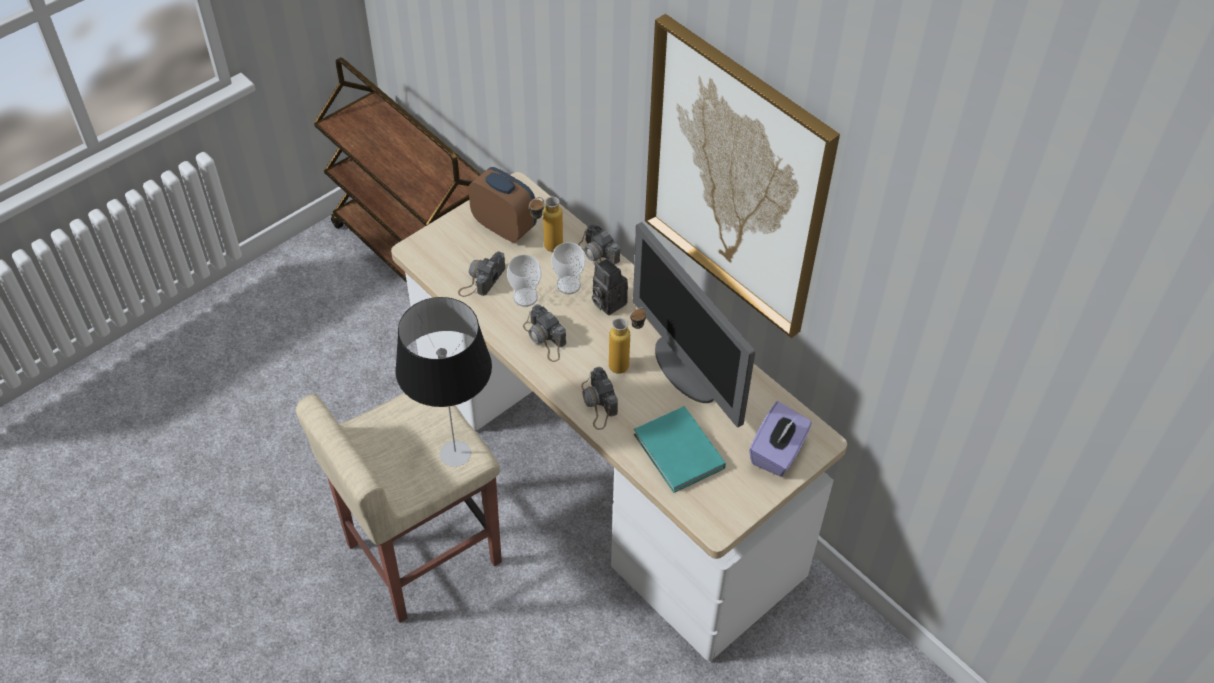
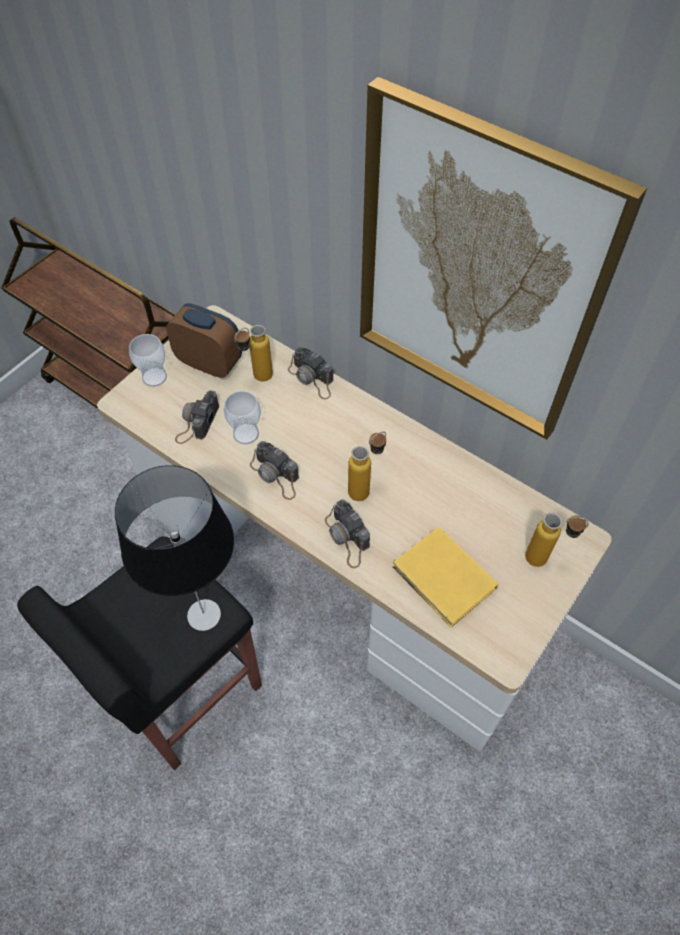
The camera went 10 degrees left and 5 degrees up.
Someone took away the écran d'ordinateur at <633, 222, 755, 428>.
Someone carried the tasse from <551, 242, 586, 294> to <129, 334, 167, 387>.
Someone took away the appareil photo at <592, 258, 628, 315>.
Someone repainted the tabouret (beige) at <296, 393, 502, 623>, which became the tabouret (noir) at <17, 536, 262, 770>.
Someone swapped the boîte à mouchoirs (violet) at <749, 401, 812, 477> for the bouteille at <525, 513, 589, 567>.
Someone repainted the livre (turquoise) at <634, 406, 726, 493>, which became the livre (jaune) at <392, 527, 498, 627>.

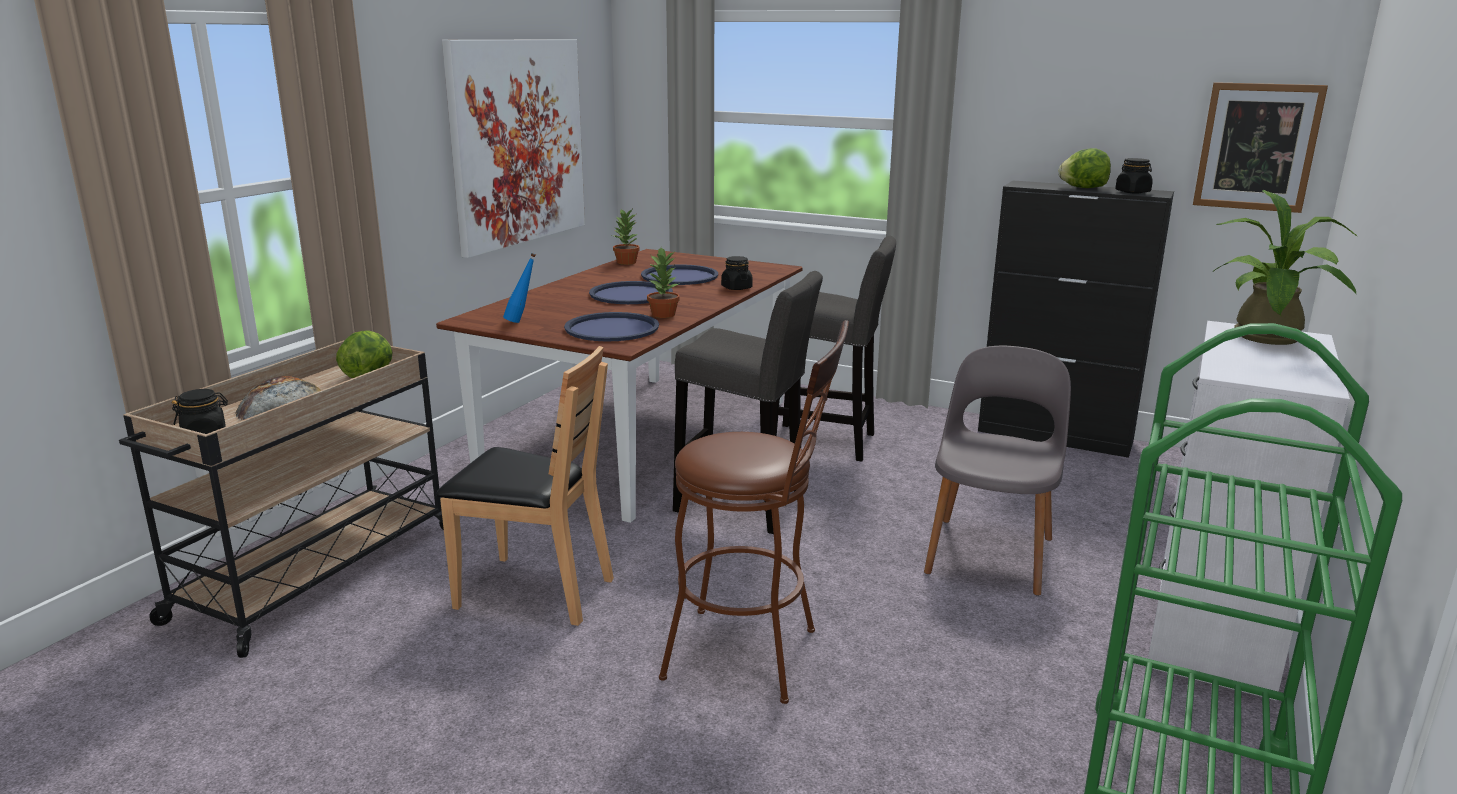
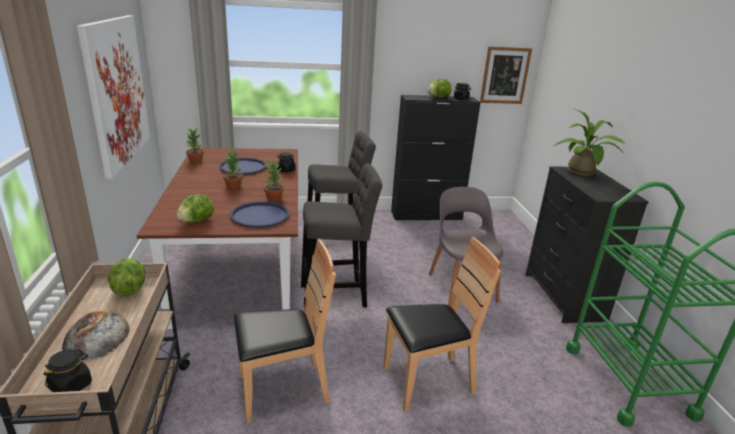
The camera went 35 degrees left and 5 degrees up.
Someone swapped the bouteille (bleu) at <503, 253, 536, 323> for the laitue at <177, 194, 214, 223>.
Someone swapped the plateau (bleu) at <589, 281, 673, 304> for the plante en pot at <223, 148, 243, 189>.
Someone swapped the tabouret (marron) at <659, 320, 849, 704> for the chaise (marron) at <383, 237, 501, 412>.
Someone repainted the commode (blanc) at <1148, 321, 1350, 700>, which became the commode (noir) at <526, 167, 649, 323>.

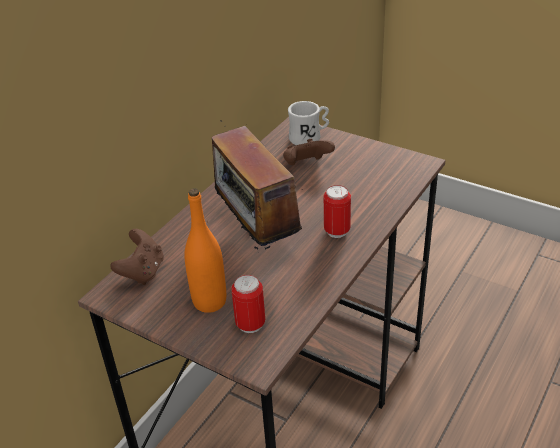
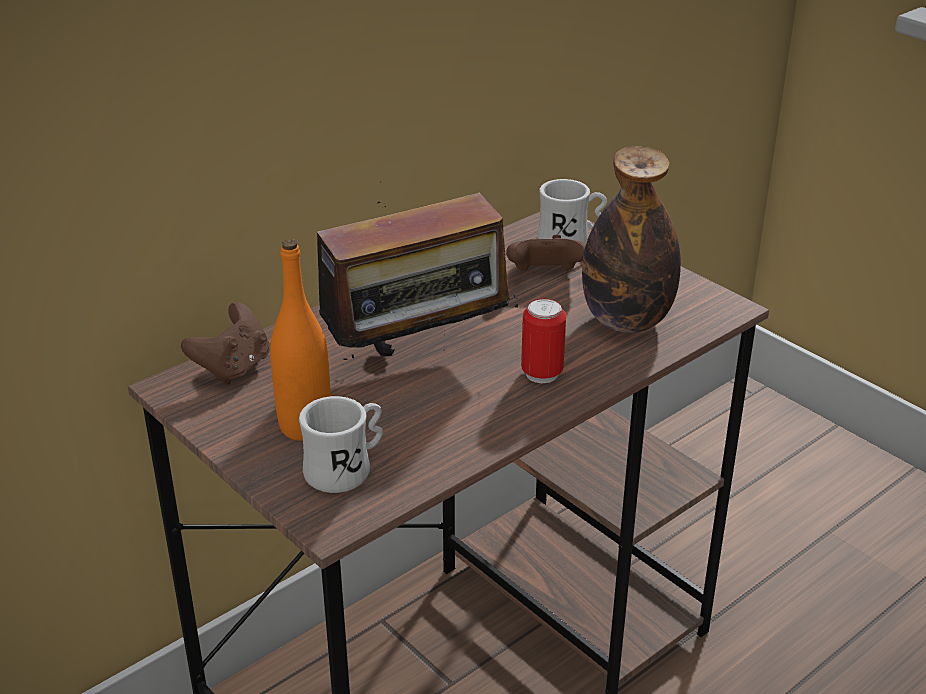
The camera went 15 degrees right and 5 degrees down.
Someone rotated the radio at <206, 120, 302, 250> by 105 degrees counterclockwise.
Someone swapped the boîte métallique at <231, 275, 265, 333> for the mug (blanc) at <299, 396, 383, 493>.
Someone put down the bouteille at <582, 146, 681, 333>.

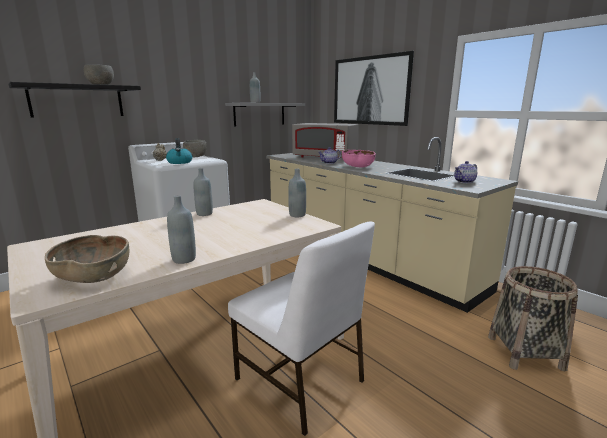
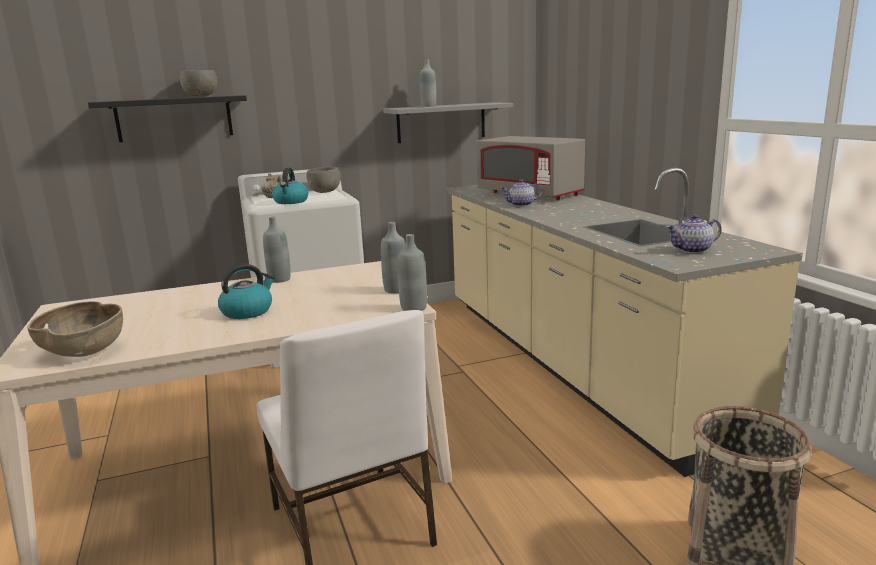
The camera went 20 degrees right and 0 degrees up.
Someone took away the tableau at <334, 51, 414, 126>.
Someone took away the bol (rose) at <342, 150, 375, 167>.
Someone carried the bouteille (gris) from <167, 195, 196, 264> to <398, 234, 427, 311>.
Someone put down the bouilloire at <218, 264, 275, 319>.

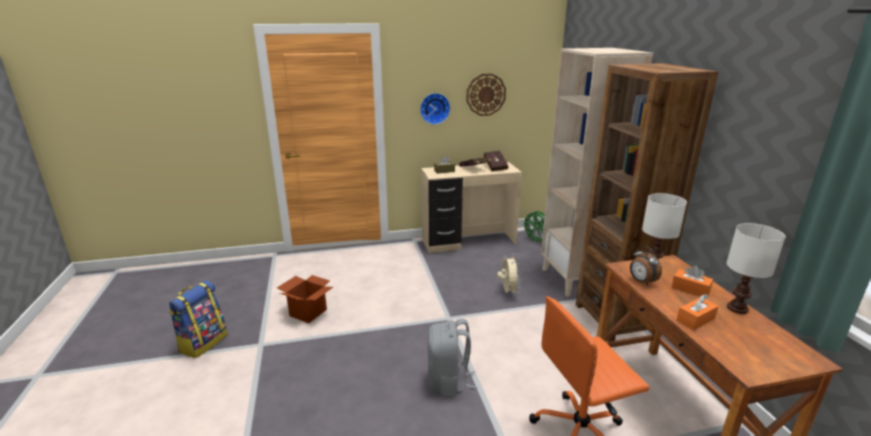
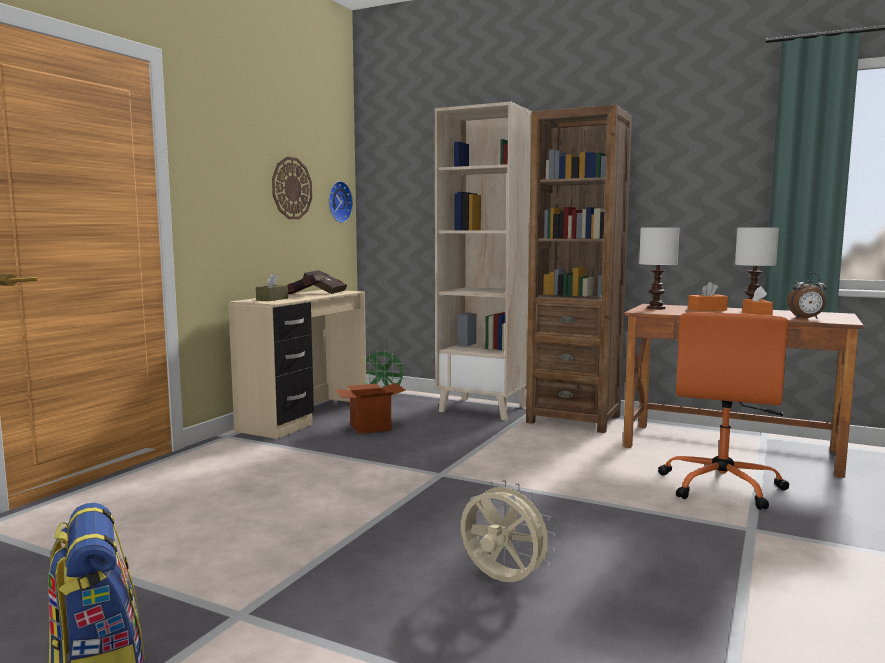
The camera went 50 degrees left and 15 degrees down.
Someone carried the horloge murale from <420, 93, 450, 125> to <329, 181, 353, 223>.
Someone carried the réveil from <630, 246, 662, 286> to <787, 273, 827, 319>.
Someone carried the ventilateur (beige) from <497, 255, 521, 296> to <461, 480, 556, 582>.
Someone carried the carton from <277, 275, 333, 323> to <334, 383, 406, 434>.
Someone took away the sac à dos (gris) at <428, 319, 477, 397>.

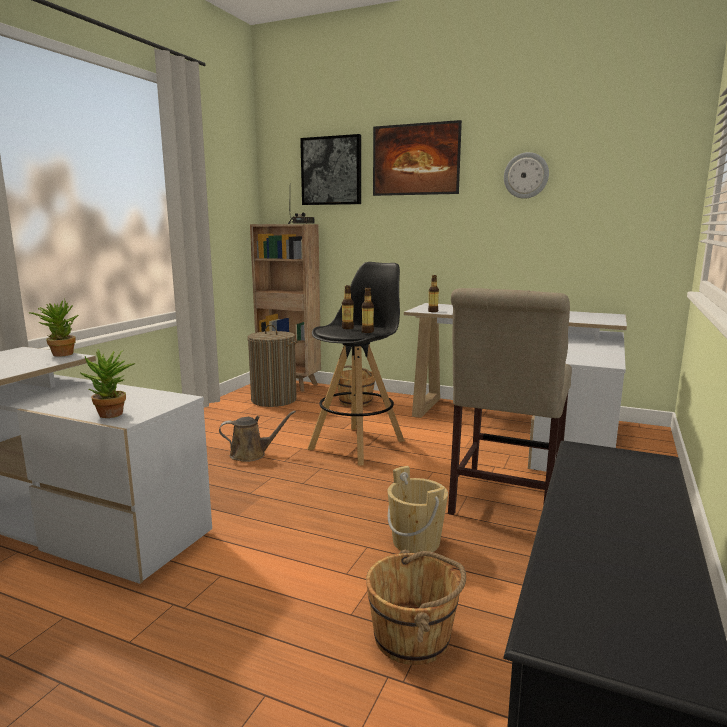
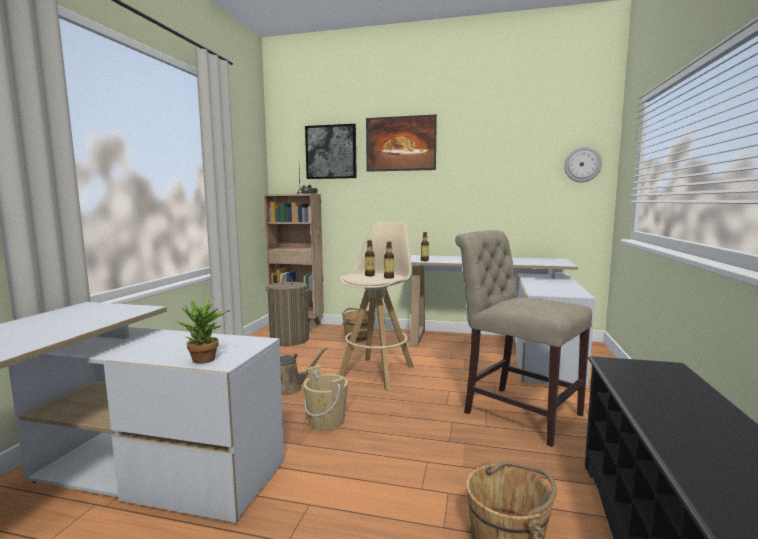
The camera went 10 degrees left and 5 degrees down.
Someone carried the horloge murale from <504, 152, 549, 199> to <564, 147, 602, 183>.
Someone repainted the tabouret (noir) at <308, 262, 404, 466>, which became the tabouret (beige) at <338, 222, 414, 391>.
Someone rotated the chaise (beige) at <448, 288, 572, 515> by 120 degrees clockwise.
Someone took away the plante en pot at <28, 299, 78, 356>.
Someone carried the seau (beige) from <387, 466, 448, 553> to <303, 365, 348, 431>.

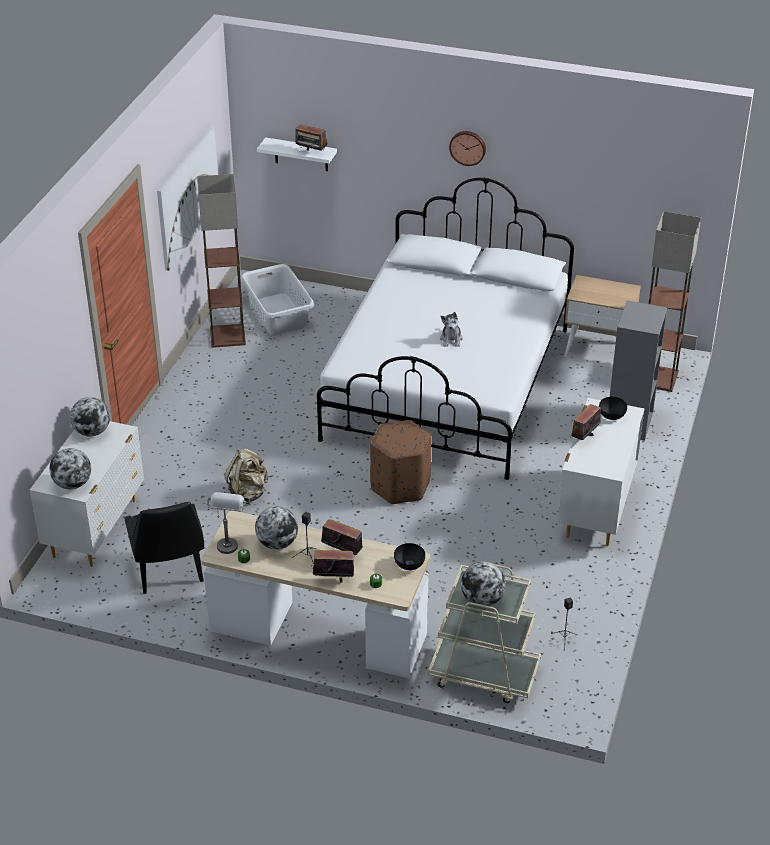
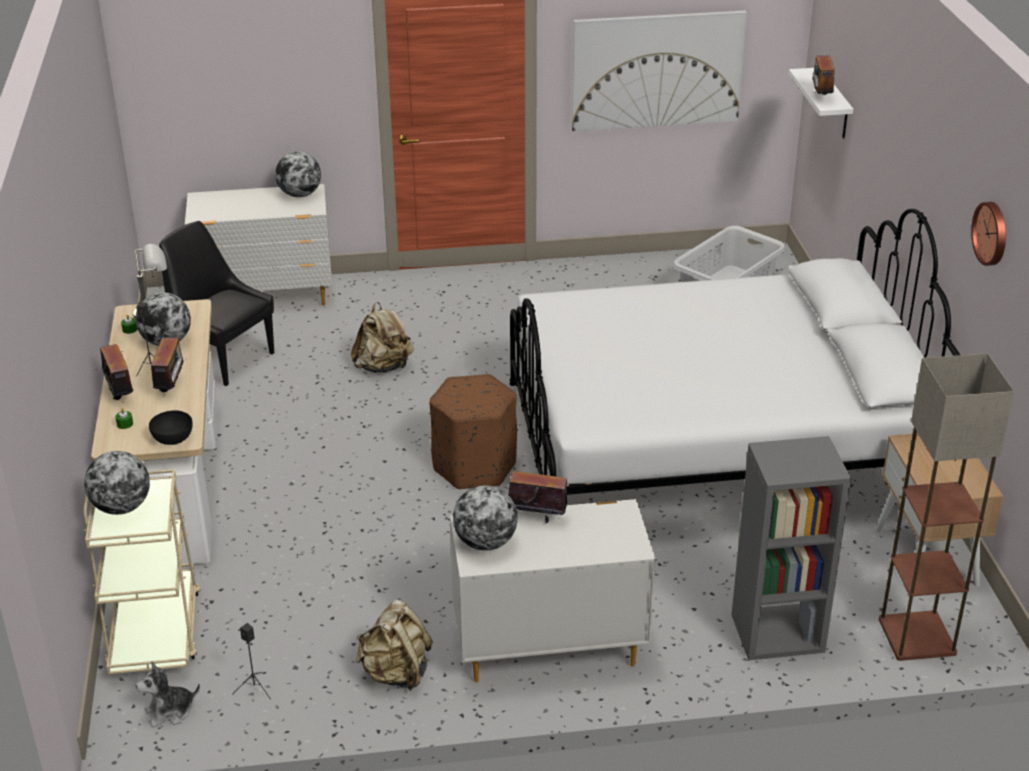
The camera went 65 degrees right and 5 degrees down.
Someone carried the horloge murale from <449, 131, 486, 166> to <971, 202, 1006, 266>.
Someone took away the lampadaire at <197, 174, 246, 348>.
Someone carried the peluche from <440, 312, 463, 347> to <136, 661, 200, 728>.
Someone took away the bol (noir) at <599, 397, 627, 420>.
Someone carried the globe from <49, 448, 91, 489> to <453, 485, 518, 551>.
Someone rotated the chaise (noir) at <124, 502, 204, 594> by 75 degrees clockwise.
Someone put down the sac à dos (beige) at <356, 600, 433, 691>.

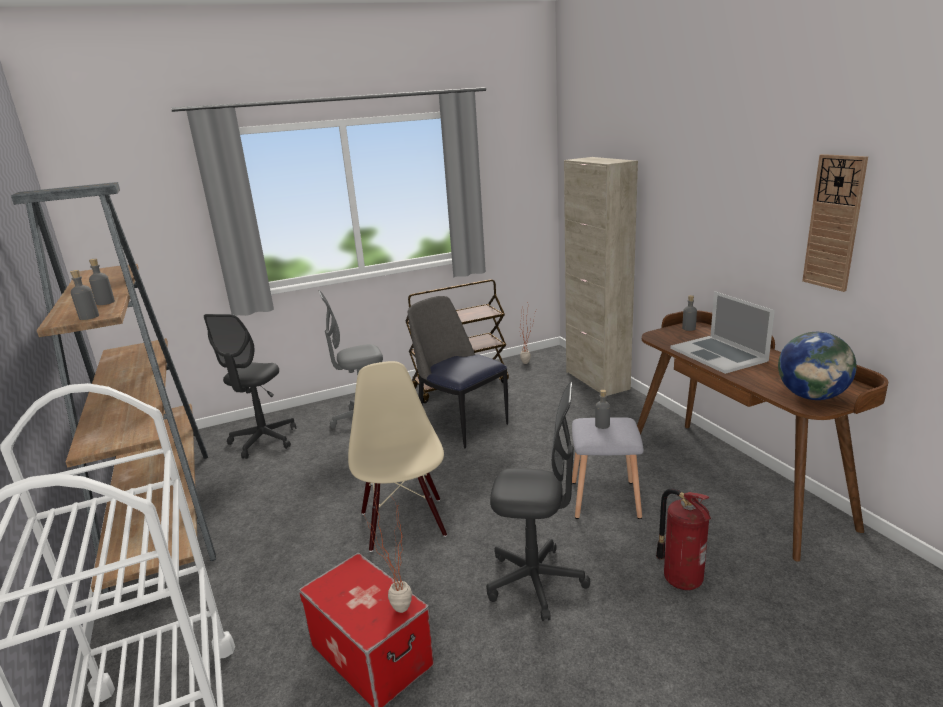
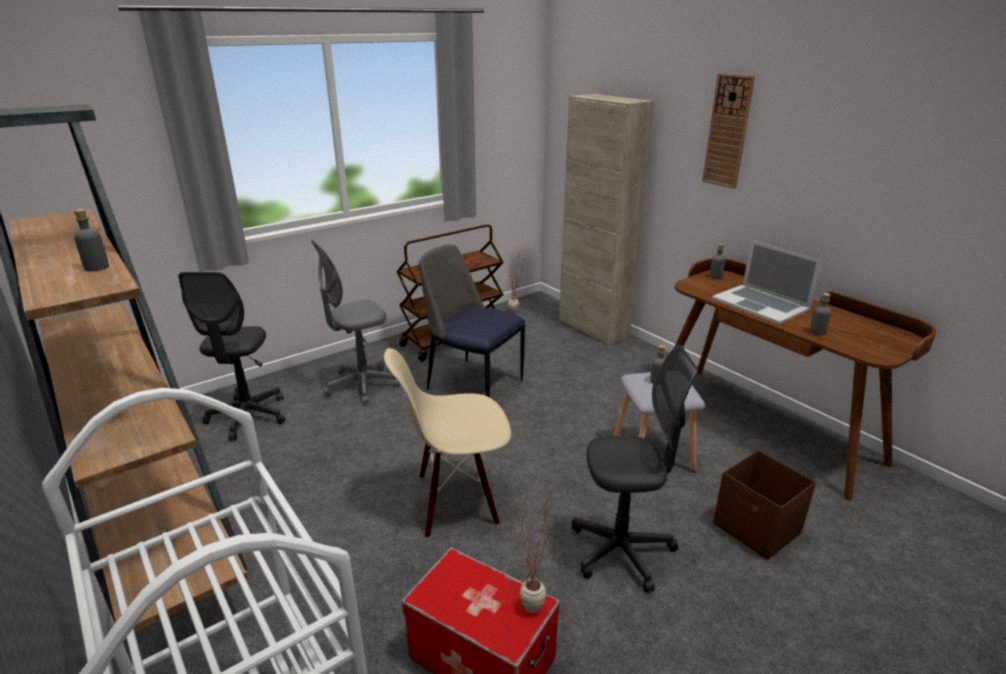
The camera went 15 degrees left and 5 degrees up.
Someone carried the horloge murale from <802, 154, 868, 292> to <702, 74, 755, 189>.
Someone carried the bouteille (gris) from <70, 270, 99, 320> to <809, 293, 831, 336>.
Someone took away the globe at <778, 332, 857, 400>.
Someone rotated the chaise (beige) at <348, 361, 447, 552> by 75 degrees counterclockwise.
Someone swapped the extincteur at <656, 489, 711, 590> for the boîte de rangement (marron) at <713, 450, 816, 560>.

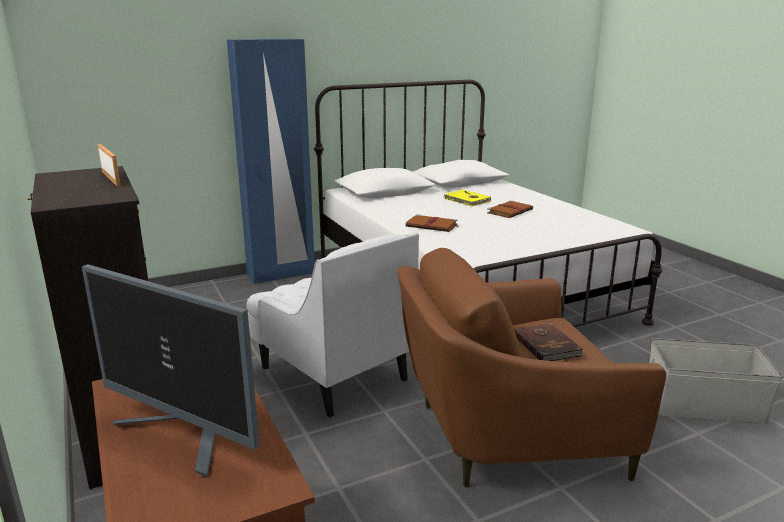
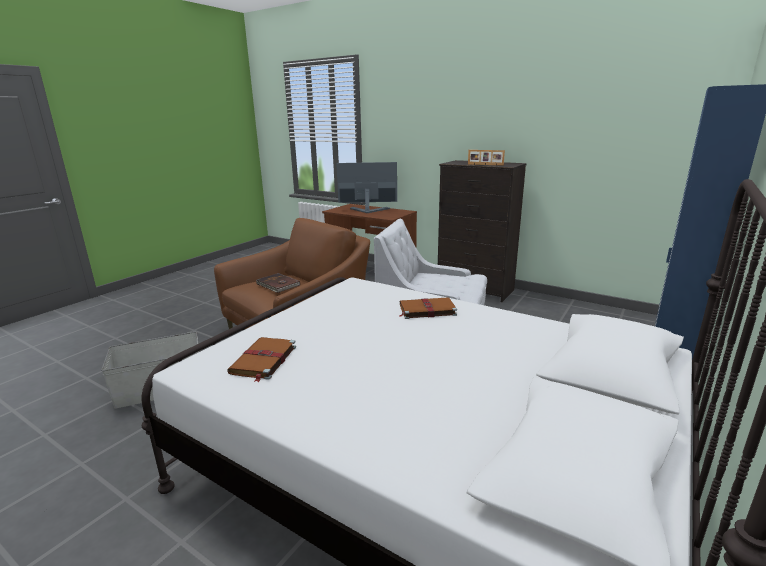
The camera went 150 degrees right and 0 degrees up.
Someone took away the livre (jaune) at <444, 190, 491, 206>.
Someone carried the livre (marron) from <487, 200, 533, 218> to <227, 337, 296, 382>.

